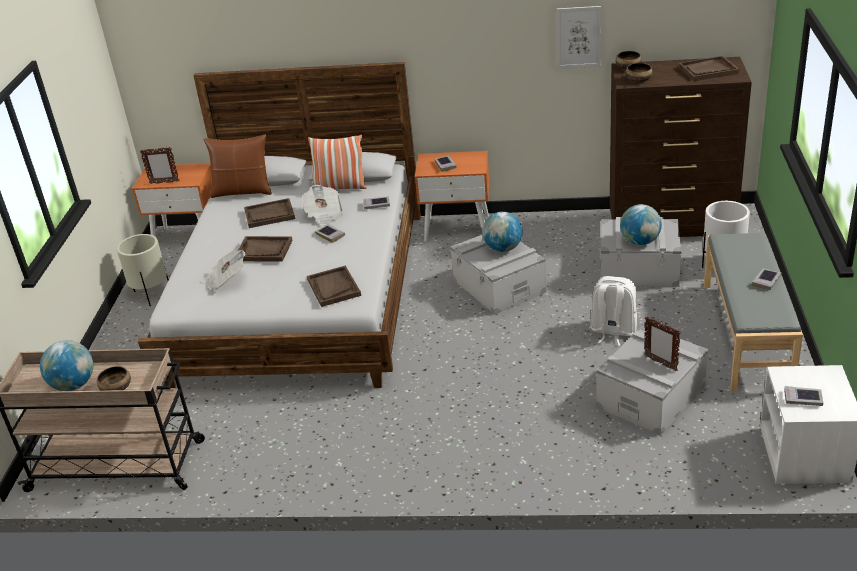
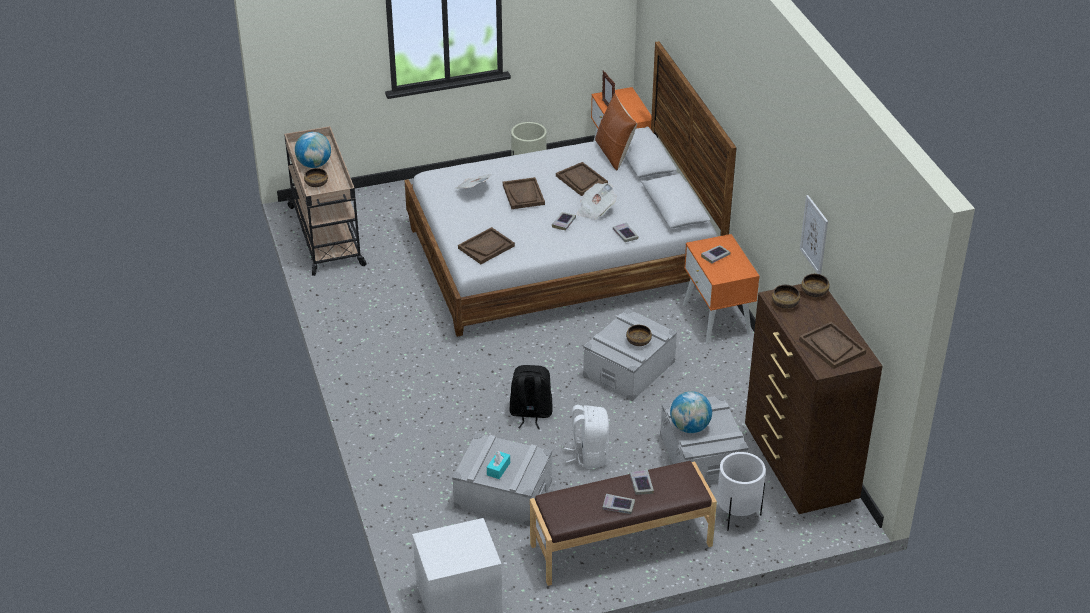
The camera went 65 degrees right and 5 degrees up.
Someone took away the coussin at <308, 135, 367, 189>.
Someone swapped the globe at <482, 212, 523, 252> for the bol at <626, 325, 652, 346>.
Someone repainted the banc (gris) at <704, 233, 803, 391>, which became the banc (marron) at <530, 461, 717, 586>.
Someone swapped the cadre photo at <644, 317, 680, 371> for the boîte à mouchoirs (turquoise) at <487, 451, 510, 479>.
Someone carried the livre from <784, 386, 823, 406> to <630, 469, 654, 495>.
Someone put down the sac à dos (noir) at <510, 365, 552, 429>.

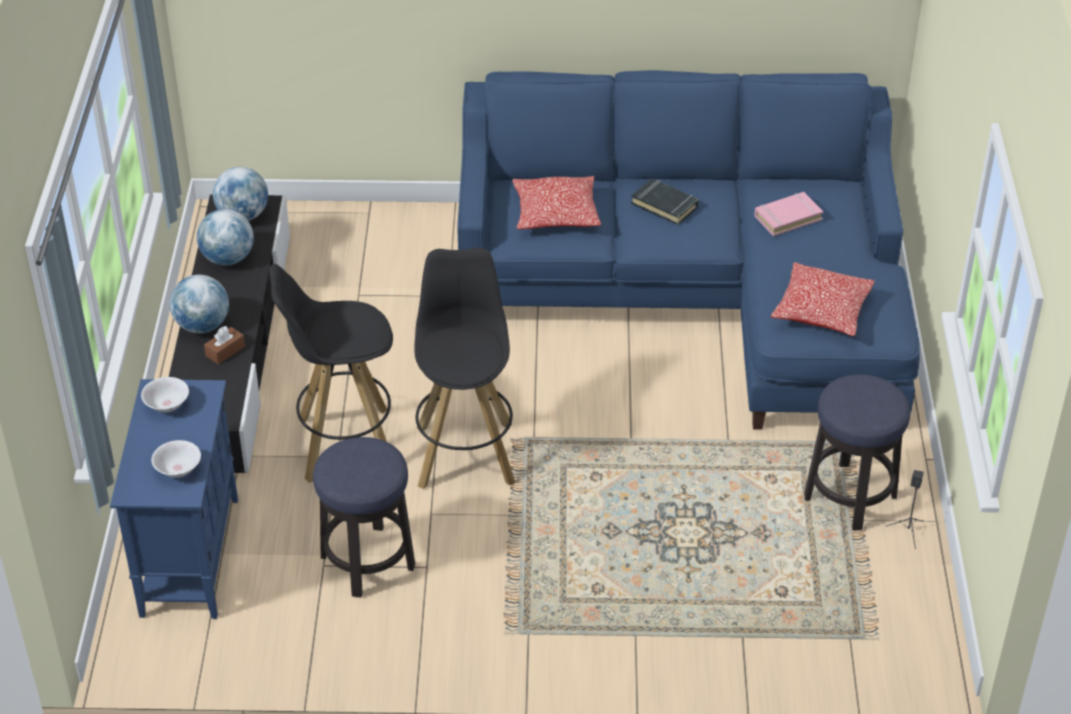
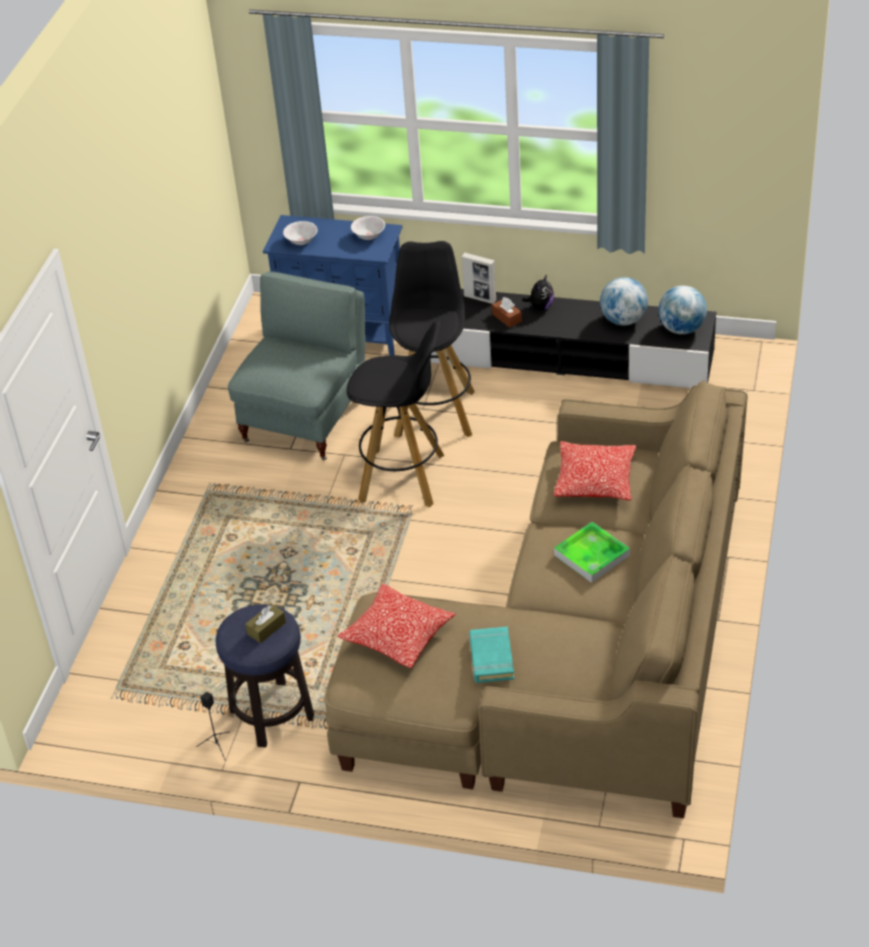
The camera went 105 degrees right and 0 degrees up.
Someone repainted the canapé (bleu) at <457, 70, 920, 430>, which became the canapé (beige) at <324, 380, 748, 818>.
Someone swapped the livre (noir) at <631, 178, 699, 225> for the plateau at <554, 522, 630, 583>.
Someone took away the livre (rose) at <754, 192, 823, 236>.
Someone swapped the globe at <170, 275, 229, 333> for the peluche at <523, 274, 554, 310>.
Someone swapped the tabouret at <313, 437, 415, 598> for the fauteuil (gris) at <228, 272, 366, 461>.
Someone put down the cadre photo at <462, 253, 496, 304>.
Someone put down the boîte à mouchoirs (marron) at <245, 604, 286, 643>.
Someone put down the livre (turquoise) at <469, 626, 514, 683>.

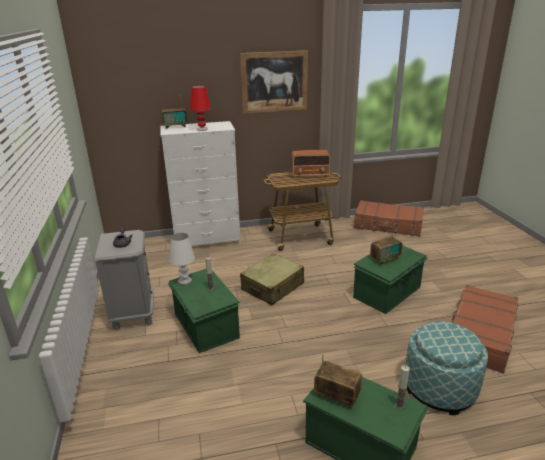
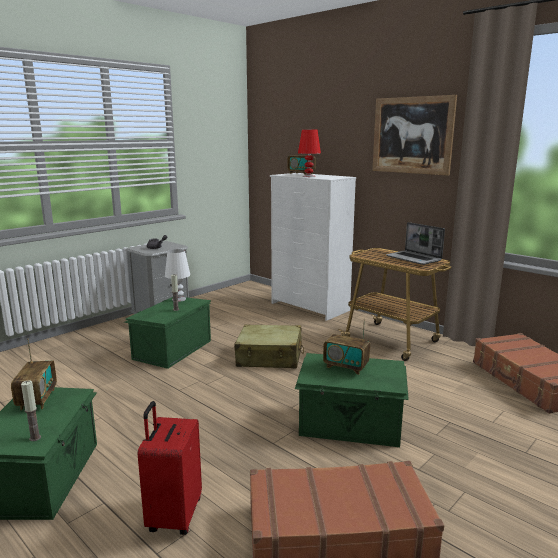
The camera went 55 degrees right and 10 degrees down.
Someone swapped the radio at <291, 150, 331, 177> for the ordinateur portable at <386, 222, 445, 265>.
Someone swapped the pouf at <406, 321, 488, 415> for the valise (rouge) at <138, 401, 202, 535>.

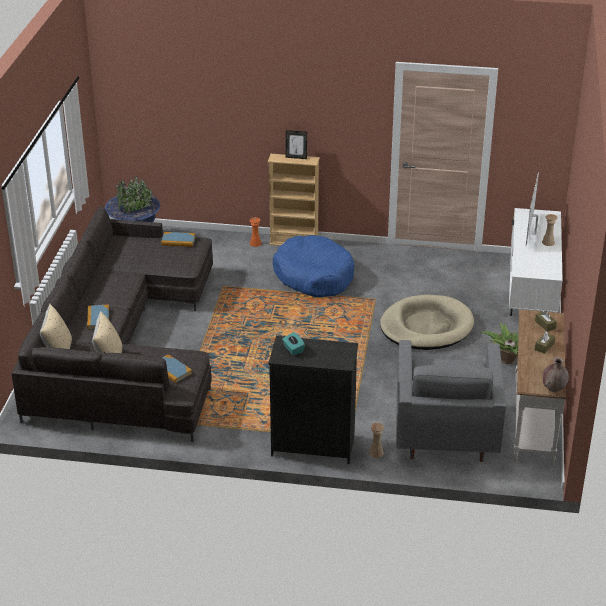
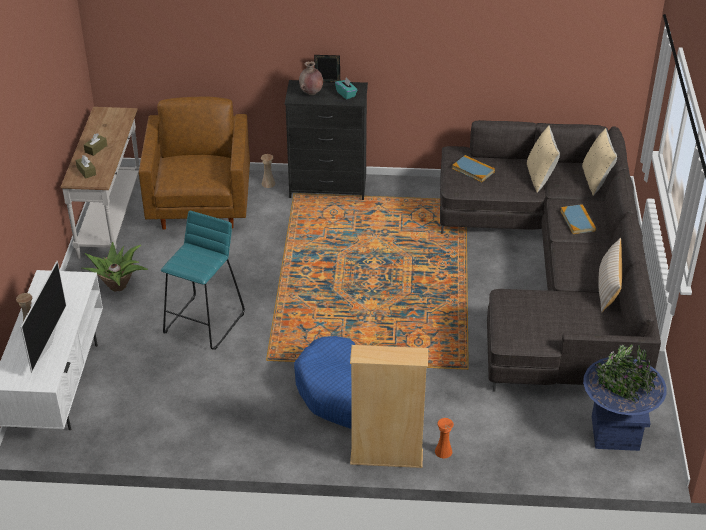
The camera went 175 degrees right and 5 degrees up.
Someone carried the cadre photo from <286, 130, 307, 159> to <314, 55, 340, 83>.
Someone took away the livre at <161, 232, 196, 247>.
Someone swapped the panier pour chien (beige) at <380, 295, 474, 350> for the tabouret (turquoise) at <161, 211, 245, 350>.
Someone repainted the fauteuil (gris) at <396, 340, 506, 462>, which became the fauteuil (marron) at <139, 96, 250, 230>.
Someone carried the vase (marron) from <542, 357, 569, 392> to <299, 61, 323, 95>.
Someone put down the coussin (beige) at <598, 238, 622, 313>.

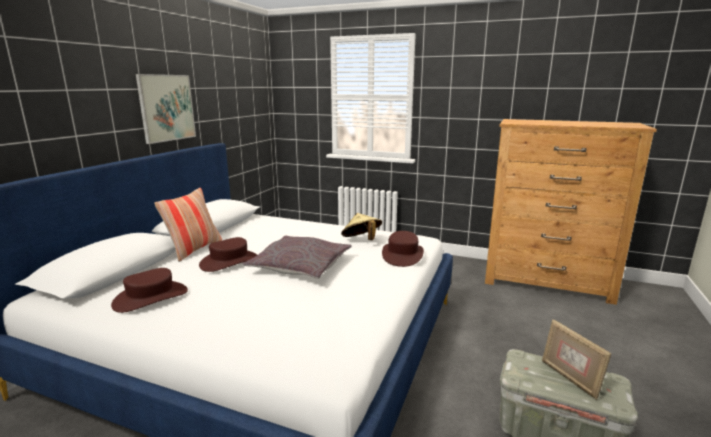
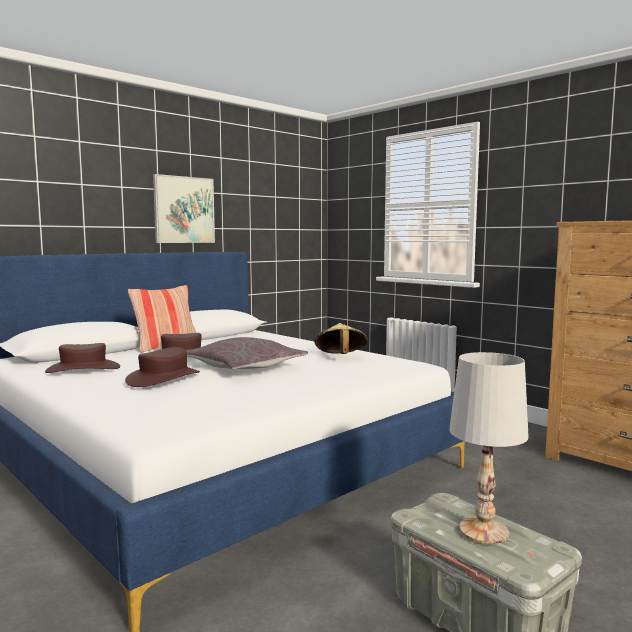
The camera went 25 degrees right and 10 degrees down.
Someone carried the chapeau (marron) from <382, 231, 424, 267> to <125, 347, 200, 387>.
Someone swapped the cadre photo at <542, 320, 611, 400> for the lampe de table (blanc) at <449, 352, 529, 544>.

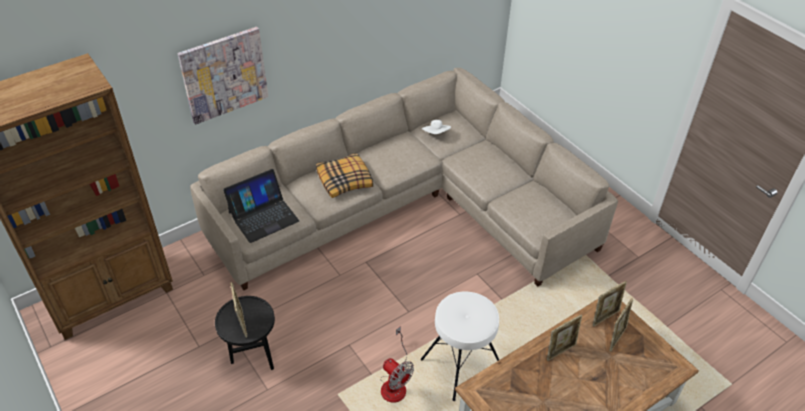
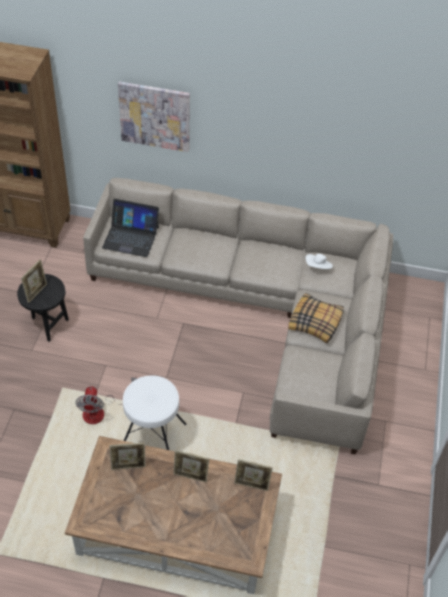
The camera went 45 degrees right and 5 degrees up.
Someone carried the coussin from <316, 152, 373, 198> to <288, 293, 344, 343>.
Someone carried the cadre photo from <610, 298, 633, 352> to <109, 442, 146, 470>.

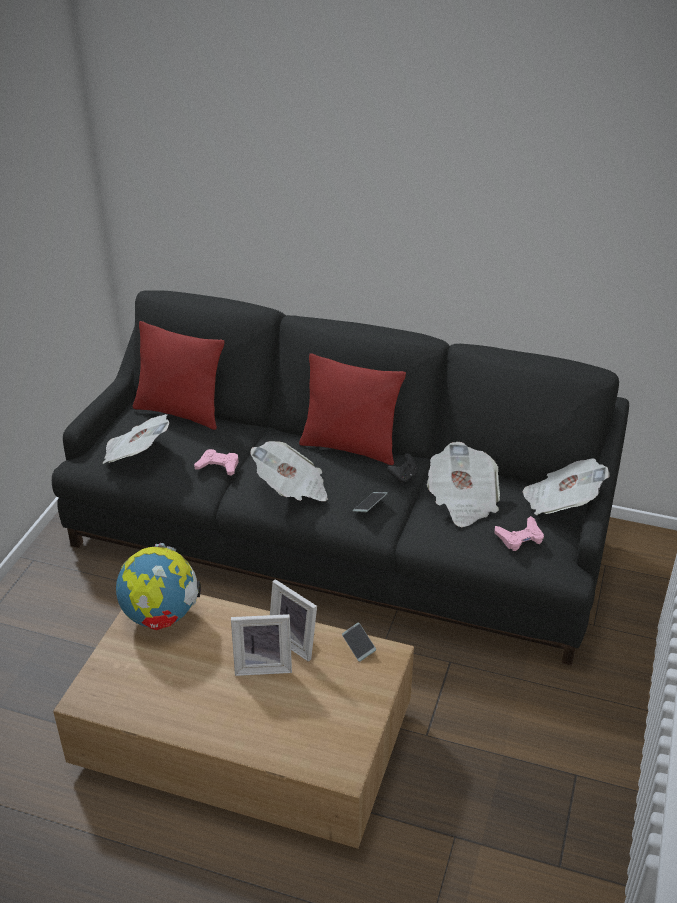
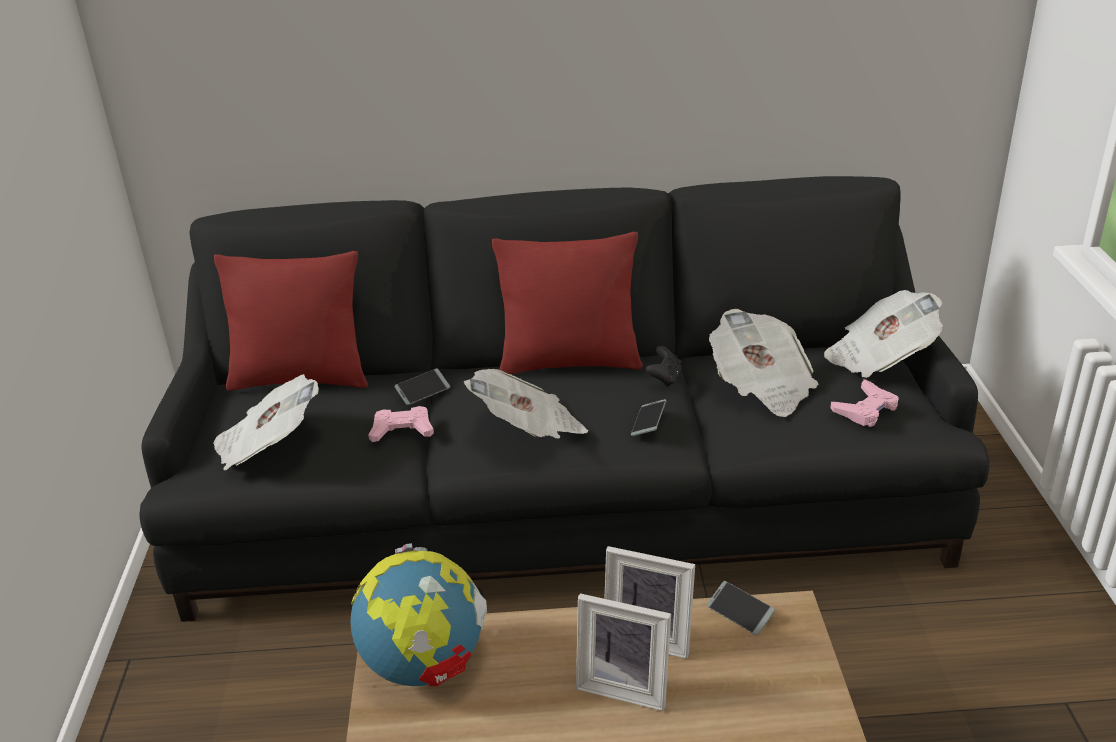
The camera went 20 degrees left and 5 degrees down.
Someone rotated the cadre photo at <231, 614, 292, 676> by 45 degrees clockwise.
Someone put down the téléphone at <395, 369, 450, 405>.

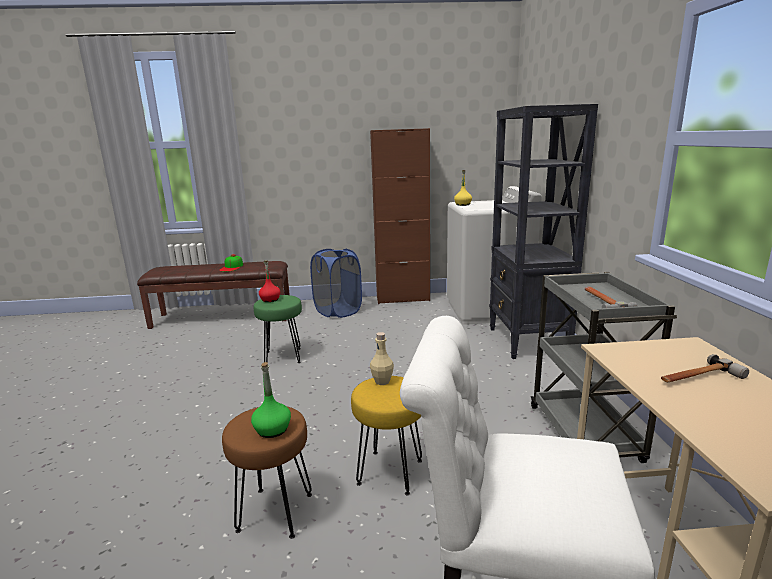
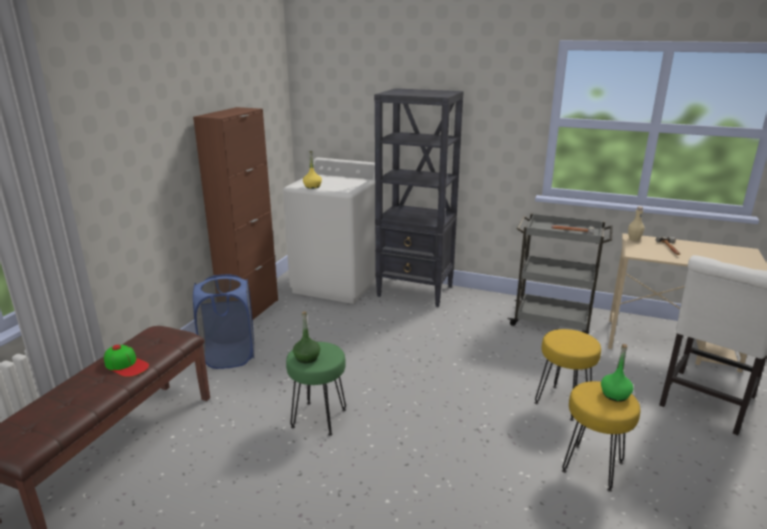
The camera went 65 degrees left and 5 degrees up.
Someone repainted the bouteille (rouge) at <259, 260, 280, 302>, which became the bouteille (vert) at <293, 312, 320, 363>.
Someone carried the bouteille (beige) from <370, 332, 394, 385> to <628, 206, 644, 241>.
Someone repainted the tabouret (marron) at <222, 406, 312, 539>, which became the tabouret (jaune) at <562, 381, 640, 492>.

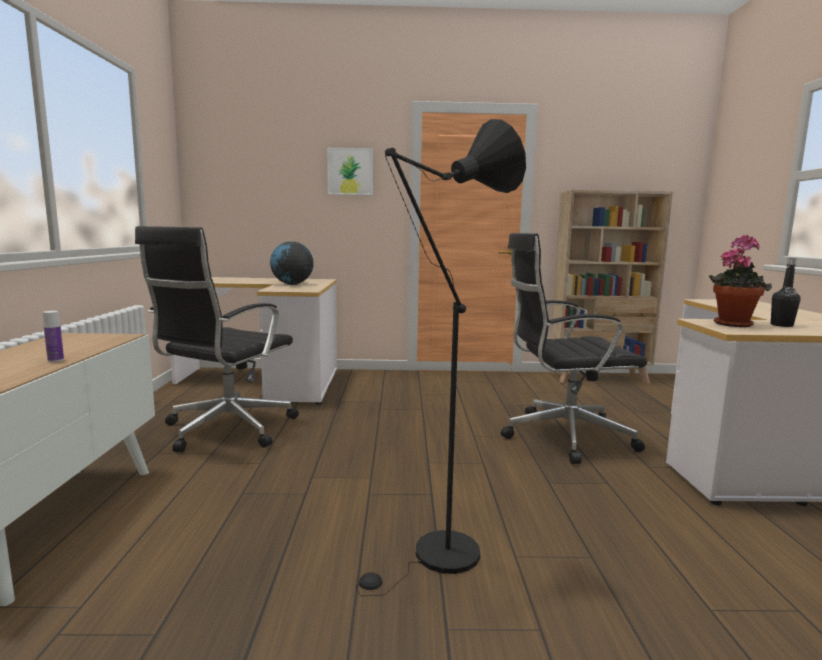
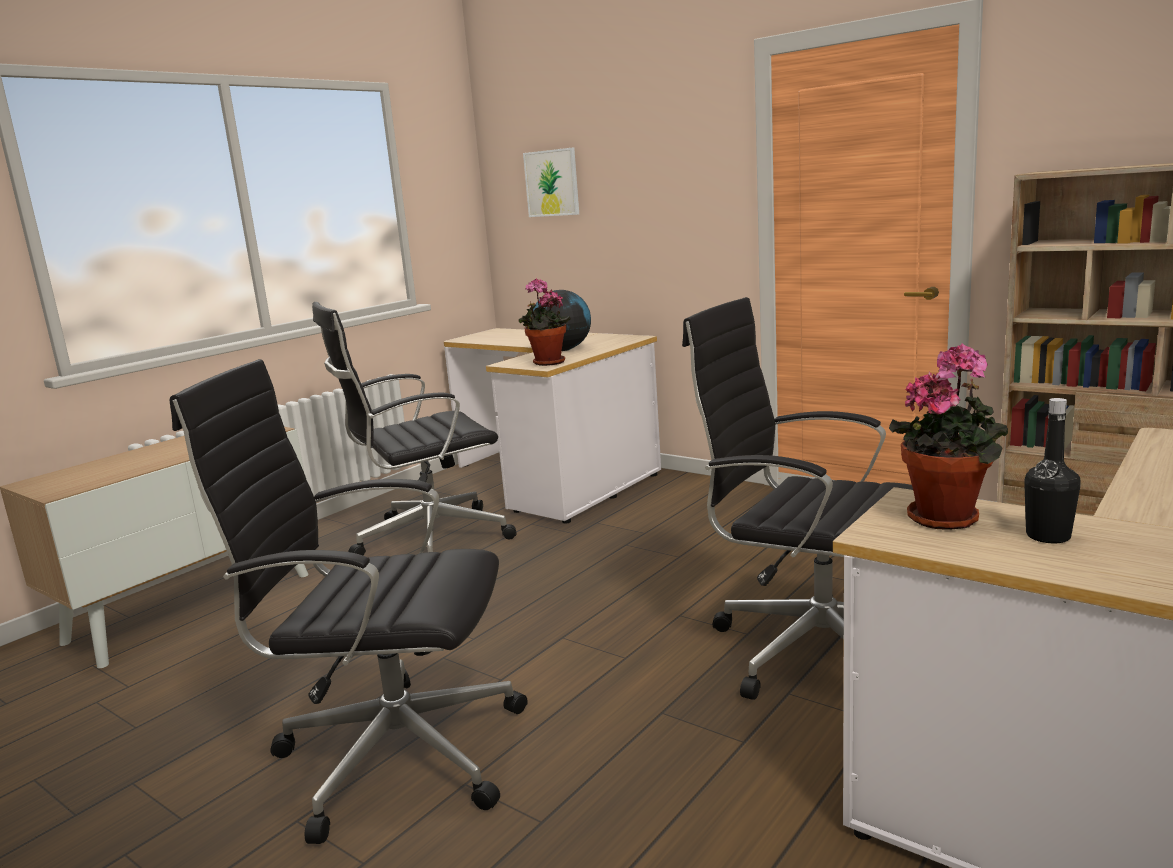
The camera went 40 degrees right and 5 degrees up.
Someone swapped the lampadaire (noir) at <356, 119, 526, 596> for the chaise de bureau (noir) at <170, 359, 528, 844>.
Someone carried the tableau from <327, 148, 373, 195> to <523, 148, 579, 217>.
Someone took away the bouteille at <42, 311, 64, 362>.
Someone put down the plante en pot at <519, 278, 571, 366>.

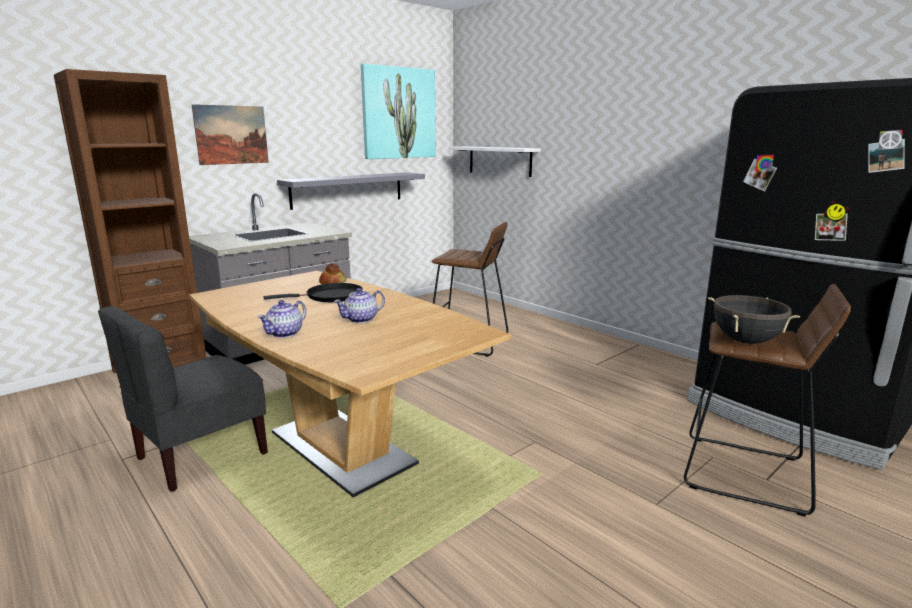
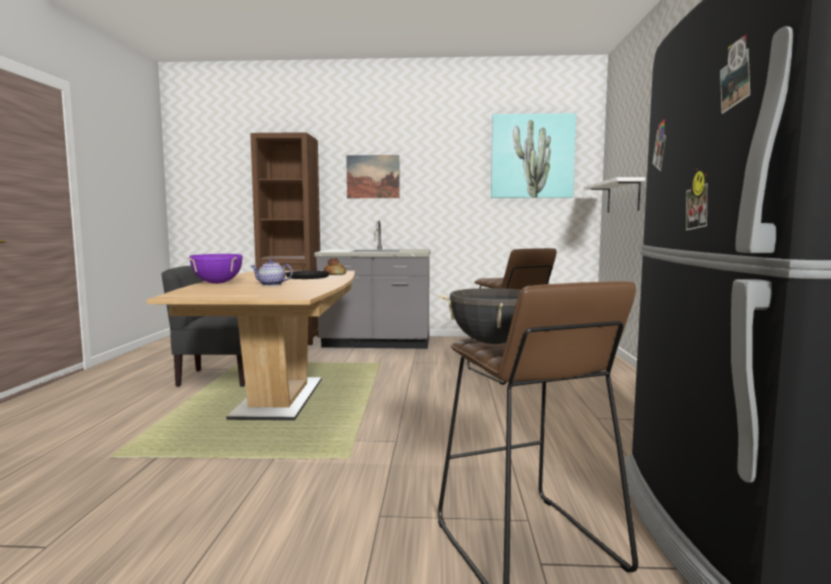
The camera went 45 degrees right and 10 degrees down.
Someone took away the étagère (gris) at <277, 172, 425, 210>.
Someone swapped the théière at <258, 300, 306, 338> for the marmite (violet) at <187, 254, 243, 284>.

